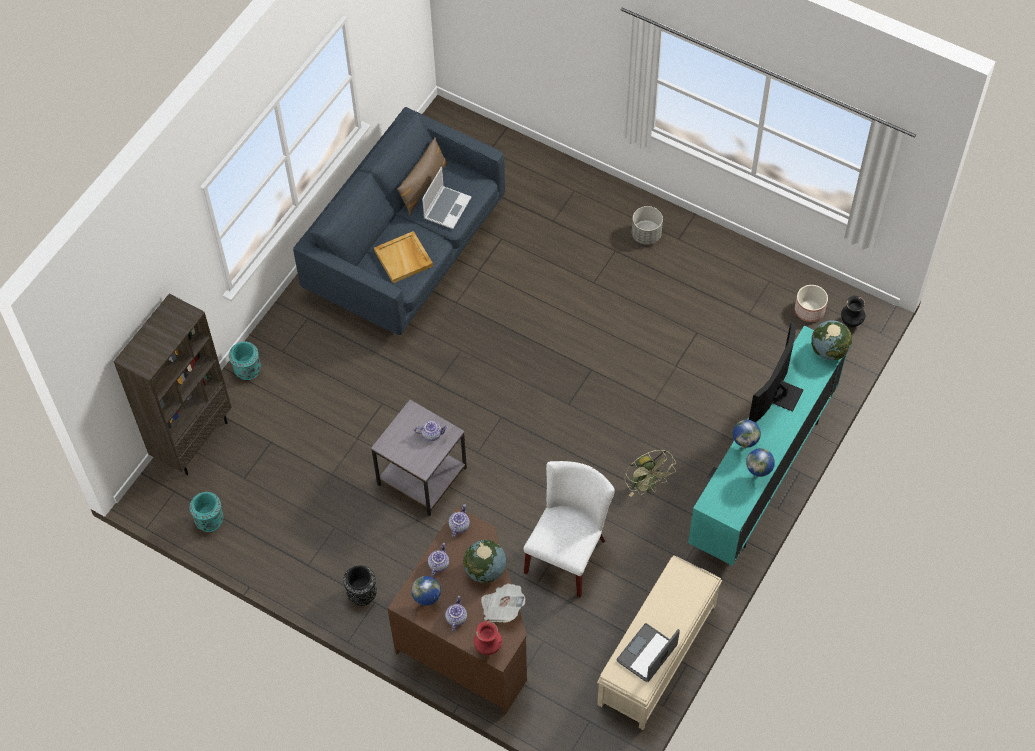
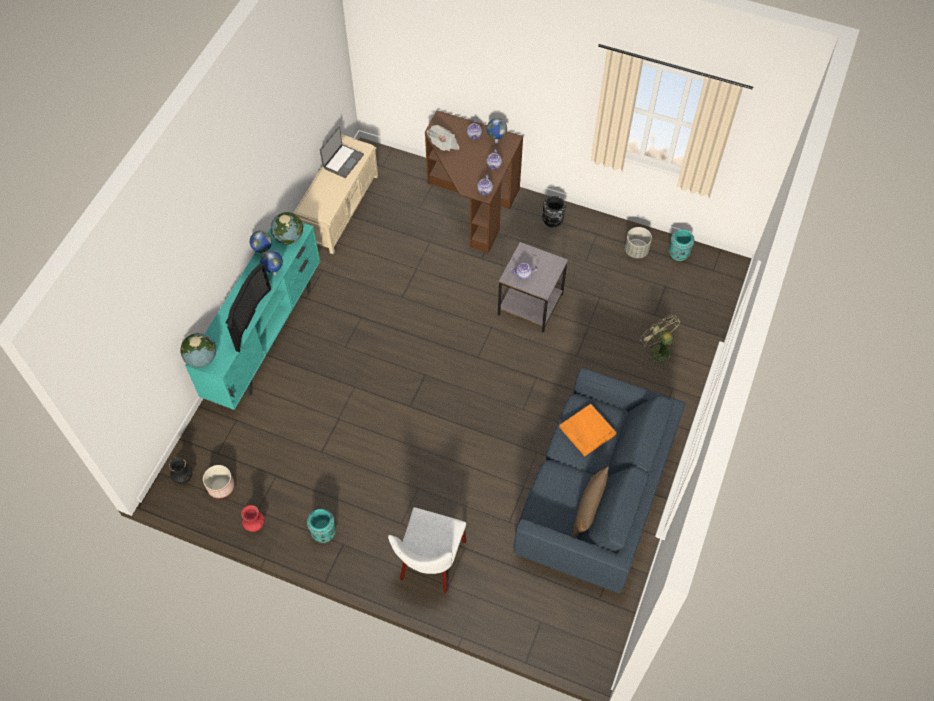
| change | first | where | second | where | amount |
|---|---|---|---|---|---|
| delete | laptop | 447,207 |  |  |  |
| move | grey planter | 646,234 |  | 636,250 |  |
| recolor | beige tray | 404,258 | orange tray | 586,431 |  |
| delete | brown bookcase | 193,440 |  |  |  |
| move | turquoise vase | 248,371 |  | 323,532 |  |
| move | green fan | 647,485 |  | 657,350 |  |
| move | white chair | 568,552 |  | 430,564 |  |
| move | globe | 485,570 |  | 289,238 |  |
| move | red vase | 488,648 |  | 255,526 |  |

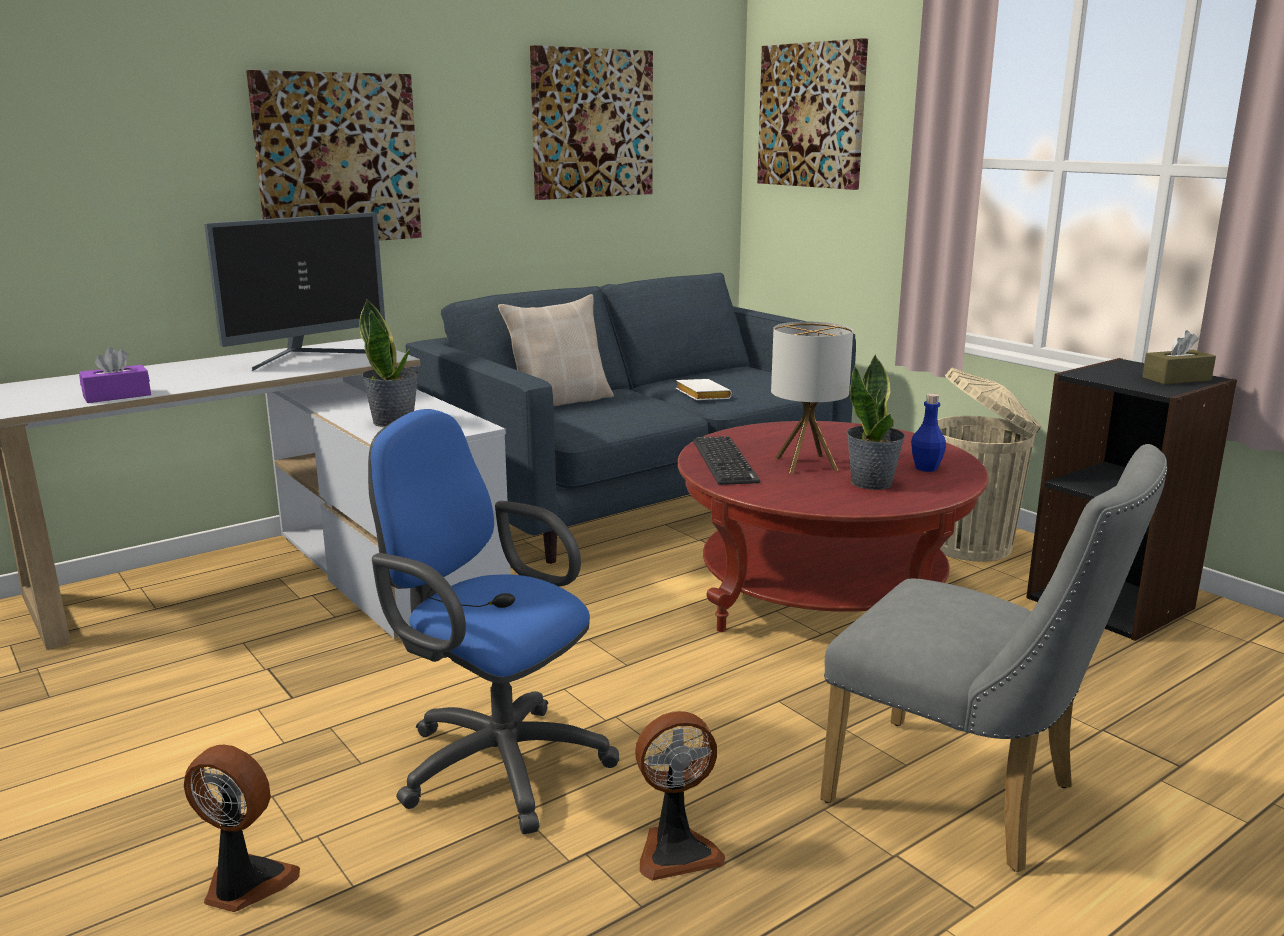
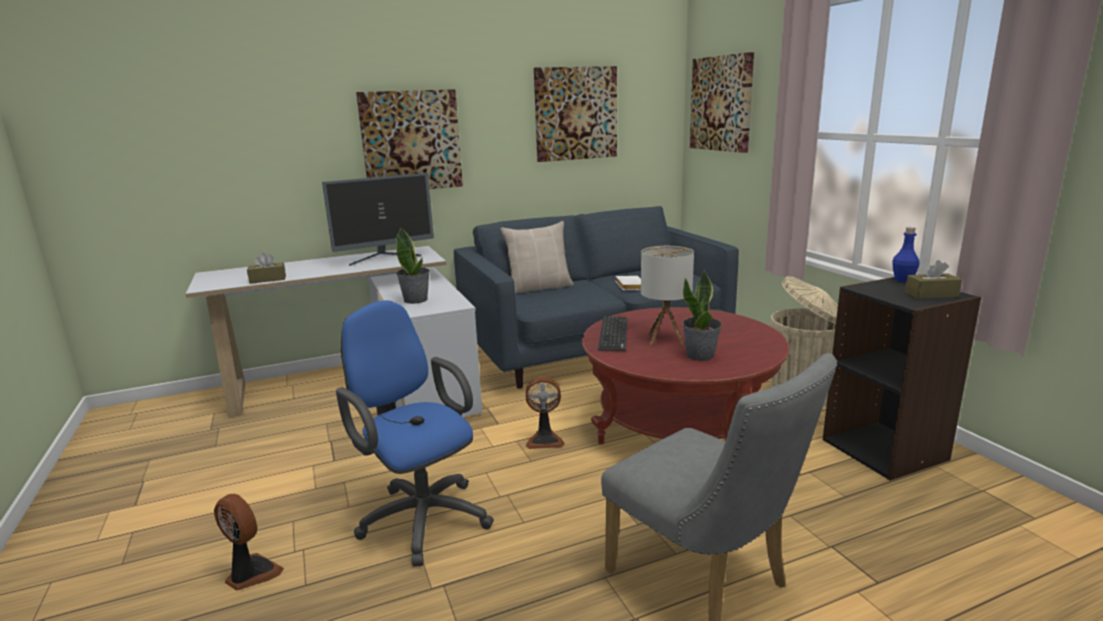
| change | first | where | second | where | amount |
|---|---|---|---|---|---|
| recolor | purple tissue box | 117,396 | brown tissue box | 268,279 |  |
| move | blue bottle | 926,468 |  | 903,280 |  |
| move | fan | 676,850 |  | 545,440 |  |

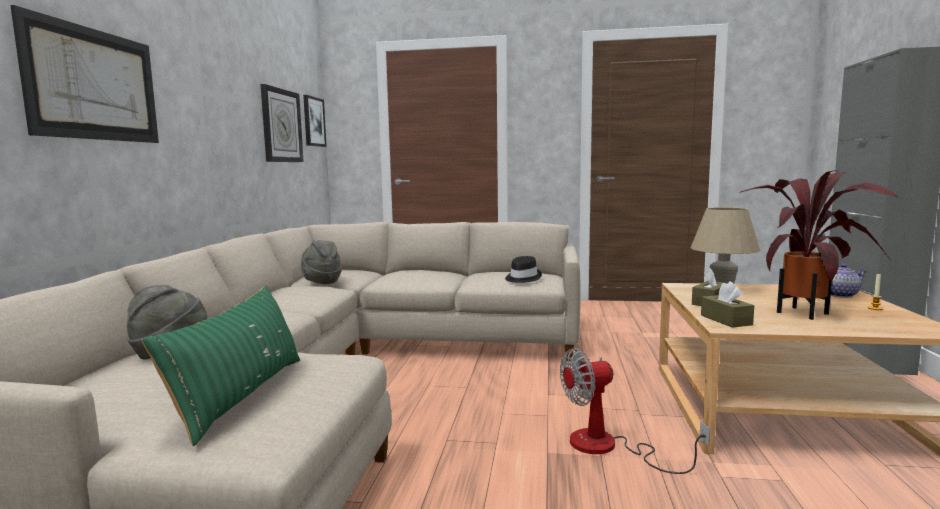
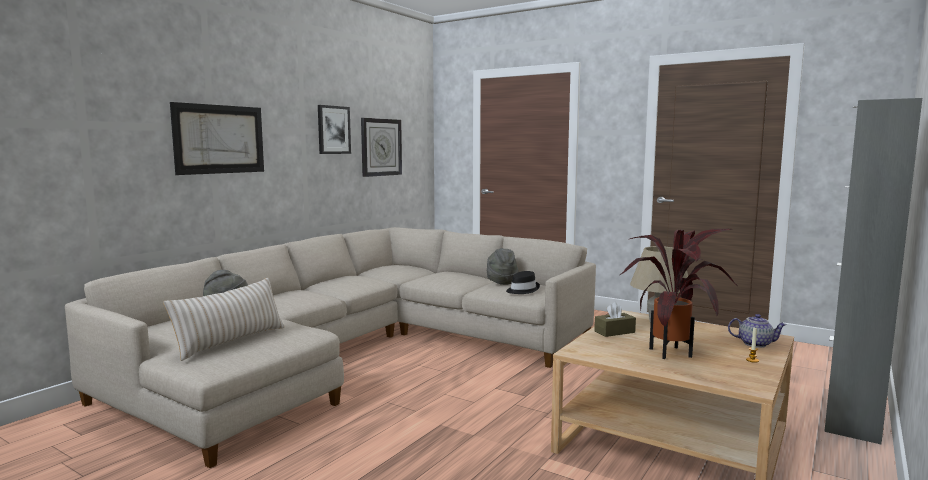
| change | first | where | second | where | amount |
|---|---|---|---|---|---|
| move | picture | 313,121 |  | 333,130 |  |
| move | grey hat | 321,281 |  | 501,282 |  |
| delete | brown tissue box | 726,320 |  |  |  |
| recolor | green pillow | 241,395 | beige pillow | 231,341 |  |
| delete | fan | 609,447 |  |  |  |

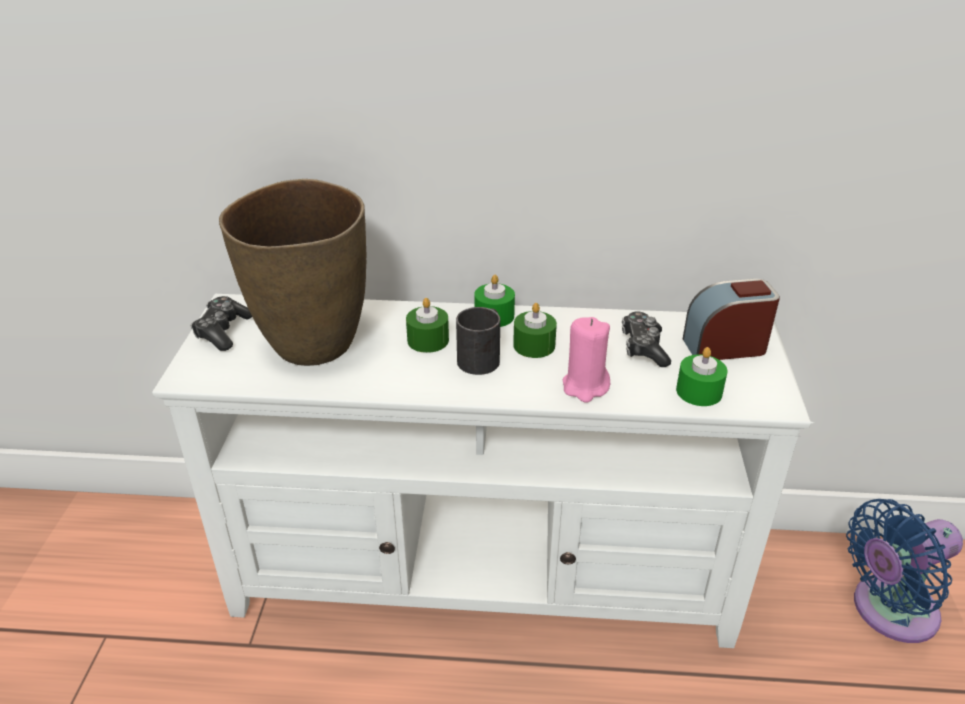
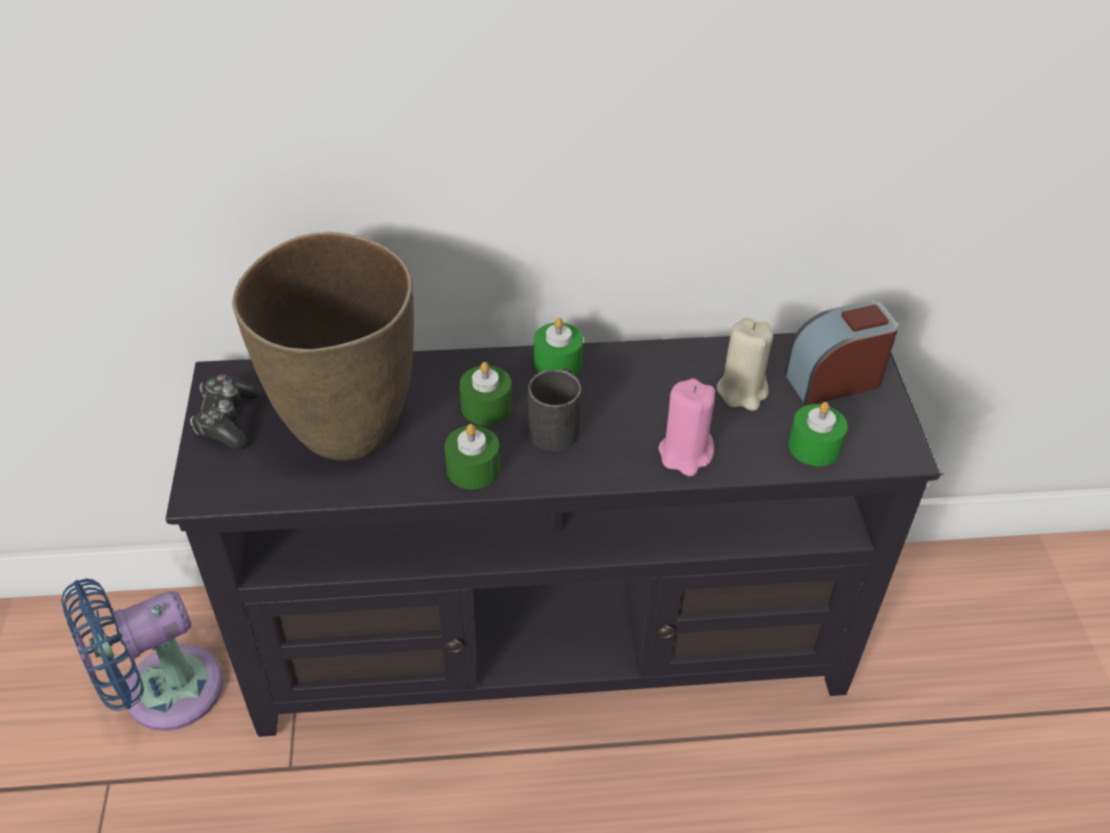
| change | first | where | second | where | amount |
|---|---|---|---|---|---|
| recolor | white tv stand | 483,574 | black tv stand | 550,643 |  |
| move | green candle | 534,345 |  | 473,469 |  |
| replace | game controller | 643,348 | beige candle | 742,391 |  |
| move | blue fan | 887,611 |  | 163,693 |  |

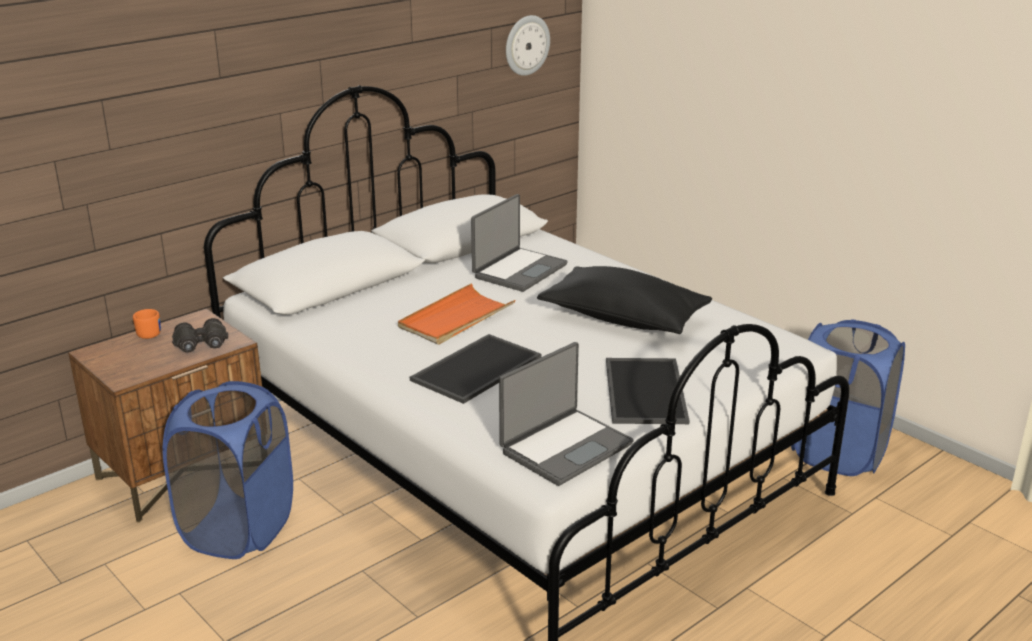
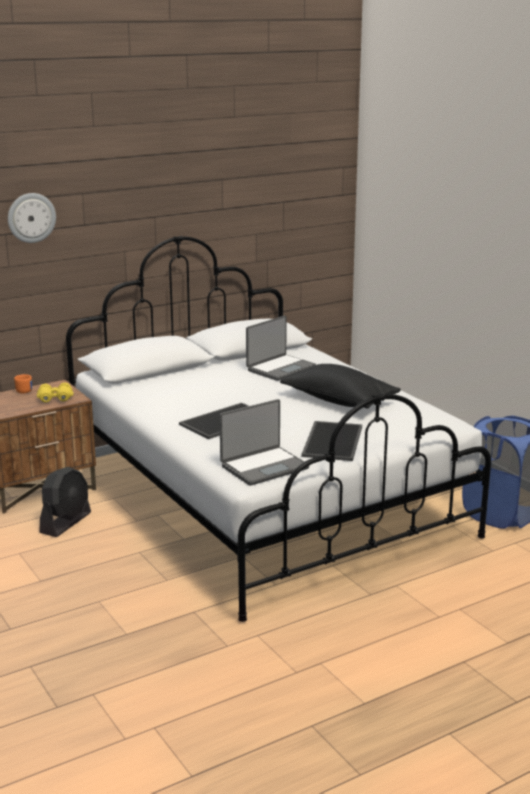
| change | first | where | second | where | amount |
|---|---|---|---|---|---|
| move | wall clock | 526,45 |  | 31,217 |  |
| delete | orange tray | 456,318 |  |  |  |
| recolor | black binoculars | 201,346 | yellow binoculars | 55,399 |  |
| replace | blue laundry basket | 238,529 | black fan | 66,523 |  |

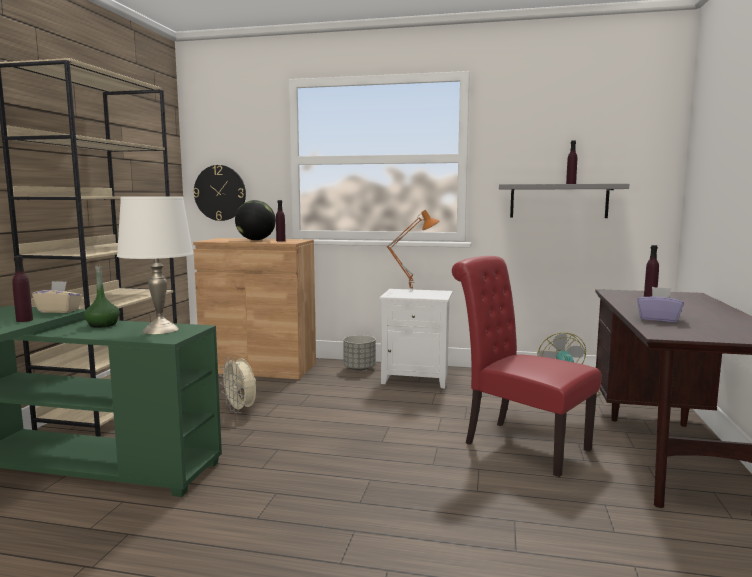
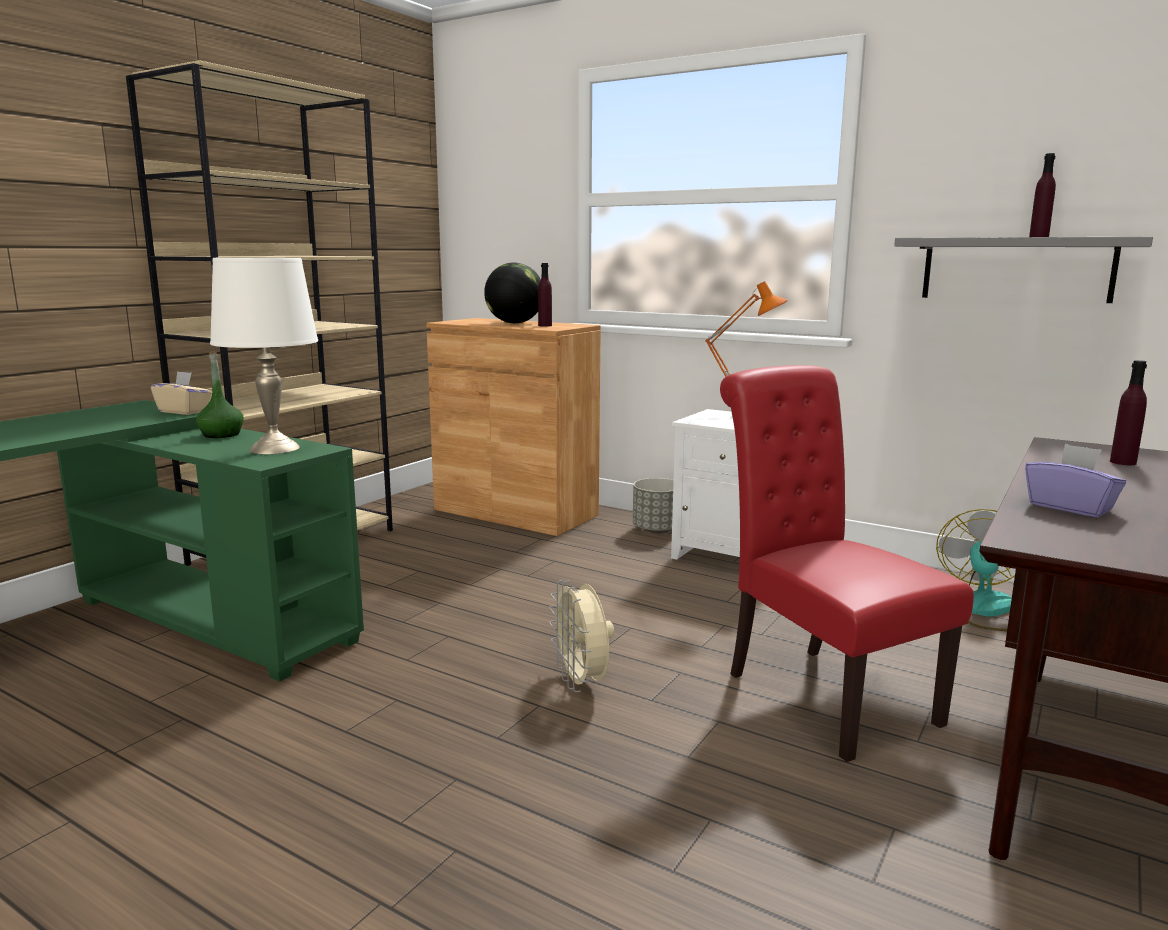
| change | first | where | second | where | amount |
|---|---|---|---|---|---|
| delete | wall clock | 220,193 |  |  |  |
| delete | purple bottle | 24,320 |  |  |  |
| move | beige fan | 240,410 |  | 582,683 |  |

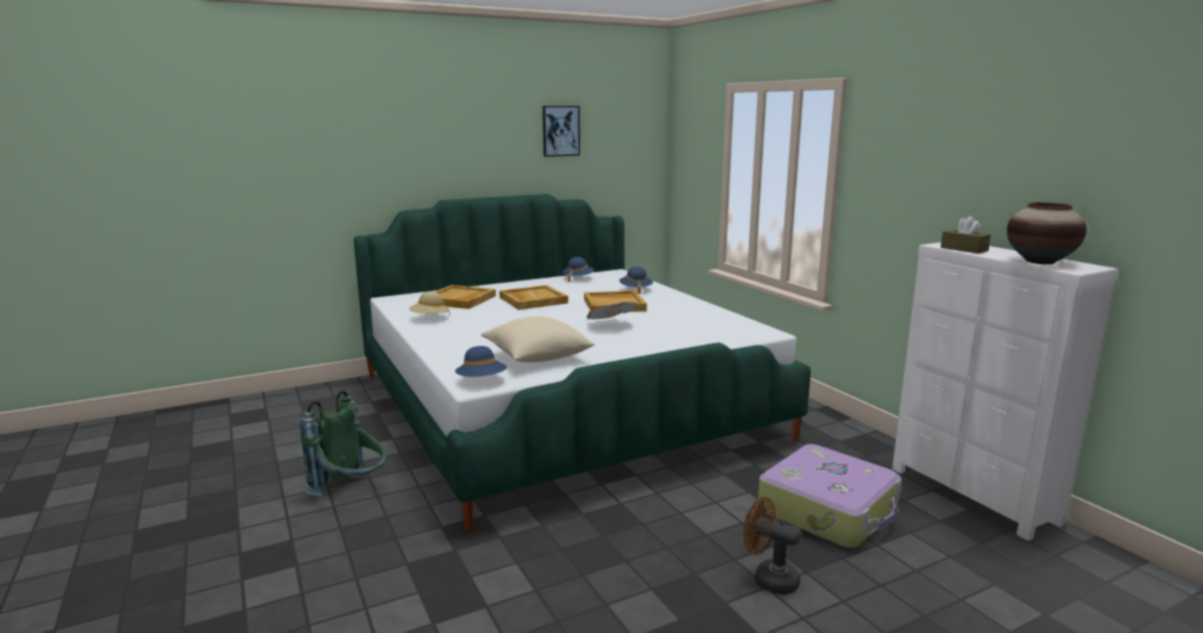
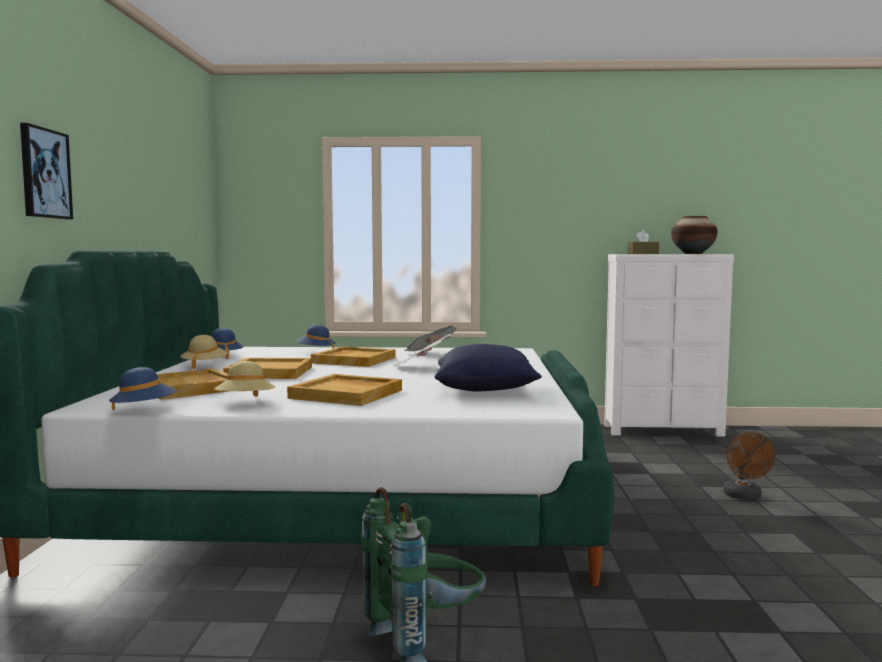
| change | first | where | second | where | amount |
|---|---|---|---|---|---|
| move | picture | 560,131 |  | 44,173 |  |
| recolor | beige pillow | 537,357 | blue pillow | 485,390 |  |
| move | blue hat | 481,381 |  | 144,411 |  |
| delete | suitcase | 829,510 |  |  |  |
| rotate | brown fan | 769,578 |  | 744,497 | 60 degrees counterclockwise |
| insert |  |  | newspaper | 430,353 |  |
| insert |  |  | beige hat | 204,366 |  |
| insert |  |  | beige tray | 347,394 |  |

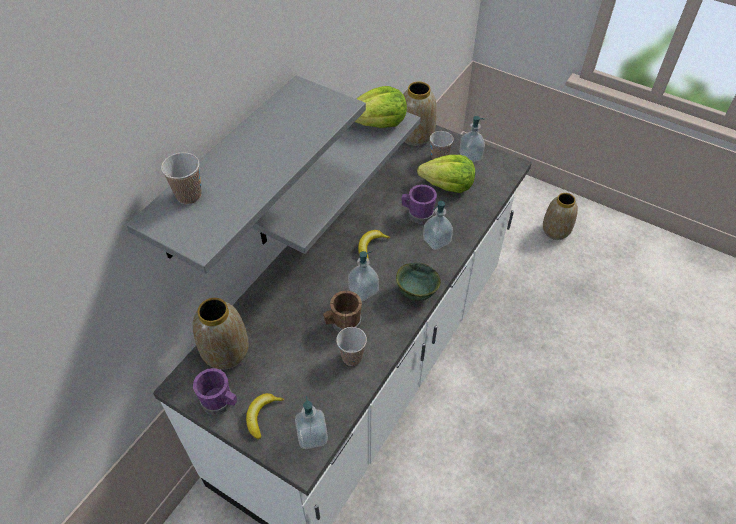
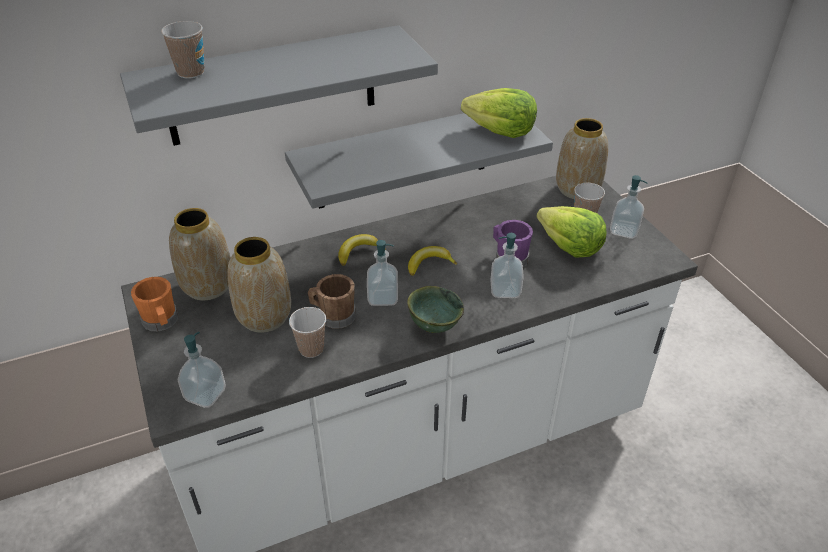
| change | first | where | second | where | amount |
|---|---|---|---|---|---|
| move | vase | 555,231 |  | 264,316 |  |
| recolor | purple mug | 220,402 | orange mug | 161,322 |  |
| move | banana | 262,415 |  | 358,252 |  |

